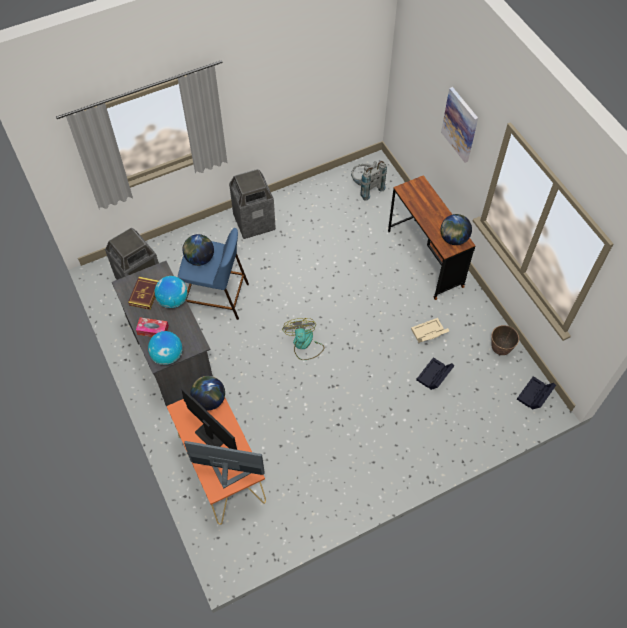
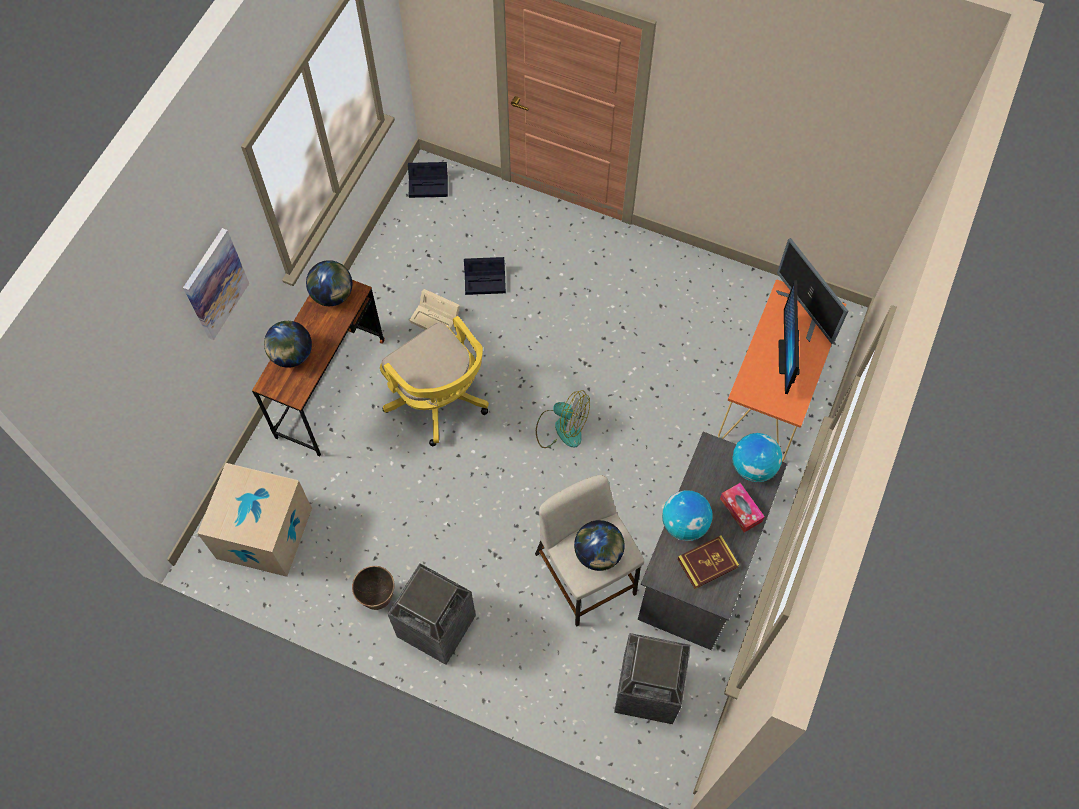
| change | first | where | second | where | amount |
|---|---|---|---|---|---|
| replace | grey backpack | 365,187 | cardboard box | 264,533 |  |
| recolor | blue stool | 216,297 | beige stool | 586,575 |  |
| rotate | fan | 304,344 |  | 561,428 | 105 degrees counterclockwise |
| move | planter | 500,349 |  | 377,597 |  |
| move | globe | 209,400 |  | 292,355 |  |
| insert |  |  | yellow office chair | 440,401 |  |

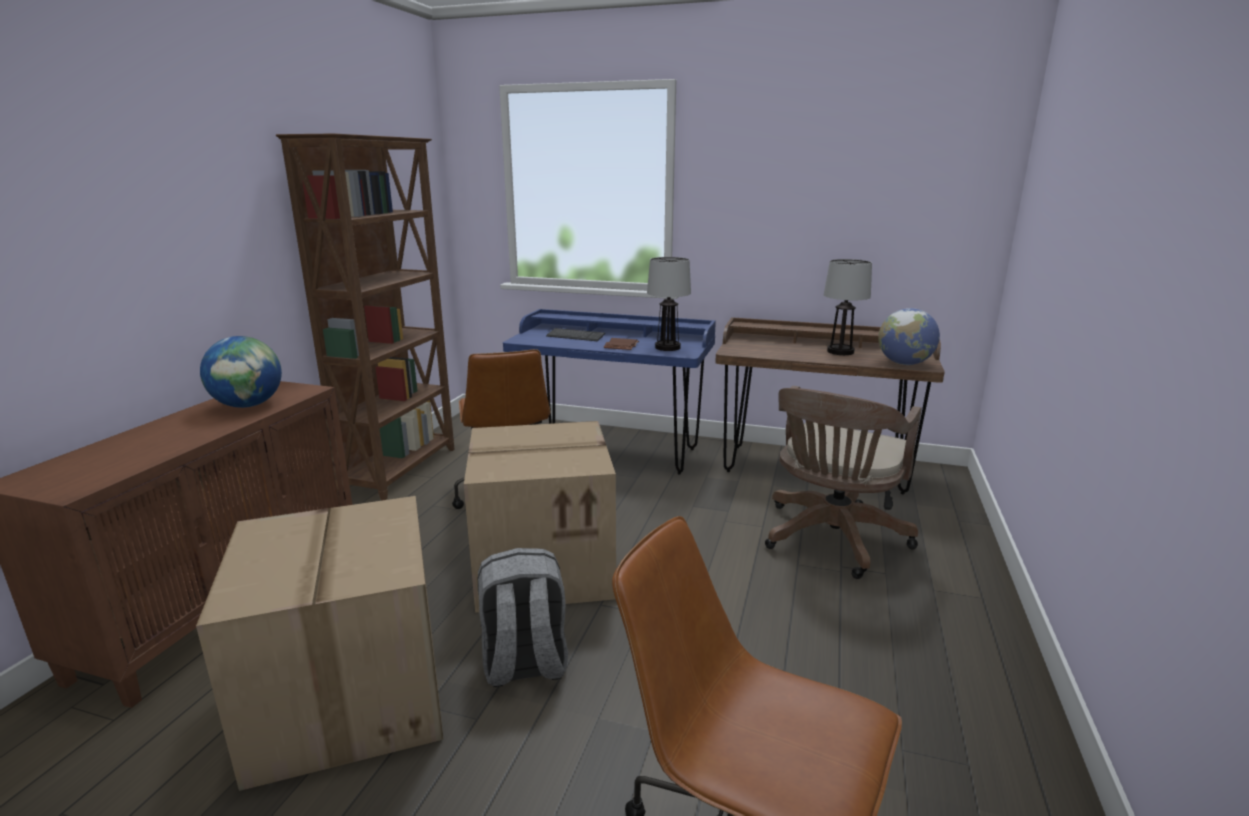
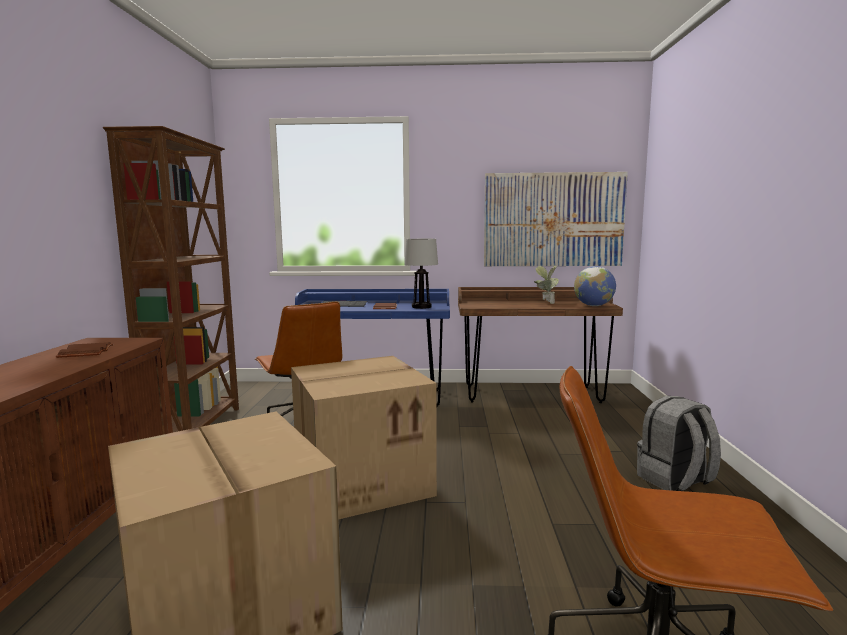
| change | first | where | second | where | amount |
|---|---|---|---|---|---|
| replace | table lamp | 840,352 | potted plant | 545,303 |  |
| replace | globe | 248,405 | brown book | 87,352 |  |
| delete | brown office chair | 831,540 |  |  |  |
| move | grey backpack | 524,665 |  | 675,480 |  |
| insert |  |  | picture | 553,220 |  |

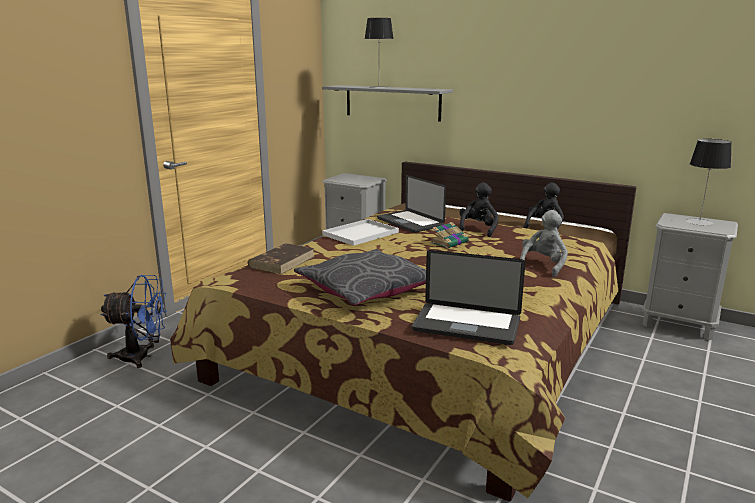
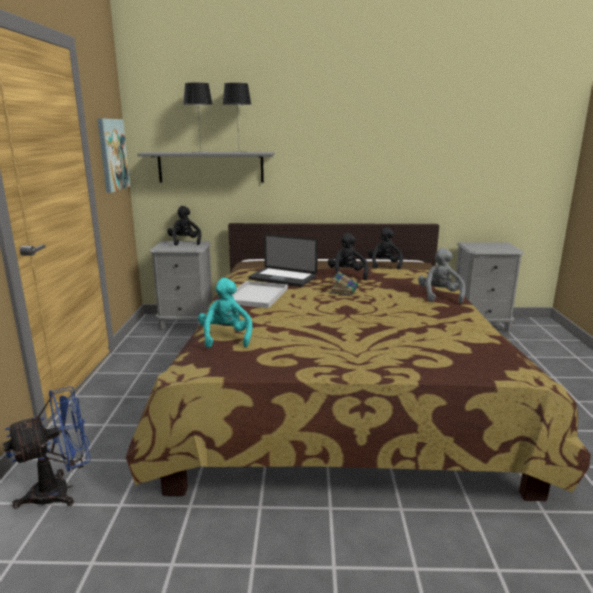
| change | first | where | second | where | amount |
|---|---|---|---|---|---|
| move | table lamp | 699,222 |  | 238,152 |  |
| replace | brown book | 282,261 | turquoise plush toy | 226,337 |  |
| delete | grey pillow | 366,289 |  |  |  |
| delete | laptop | 466,325 |  |  |  |
| insert |  |  | picture | 112,155 |  |
| insert |  |  | black plush toy | 185,242 |  |

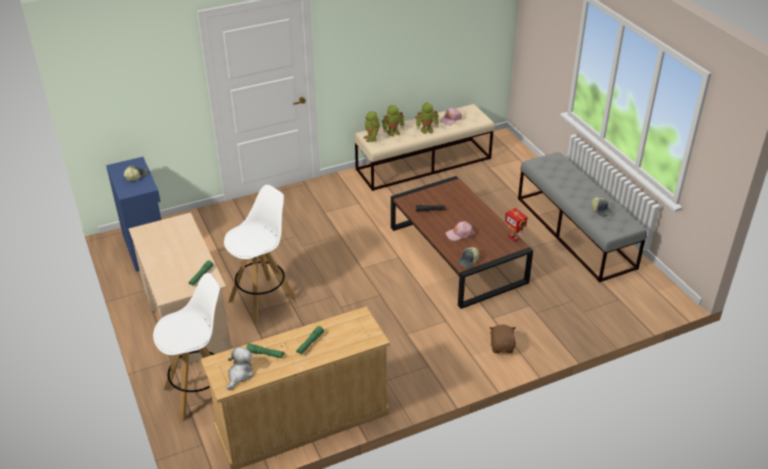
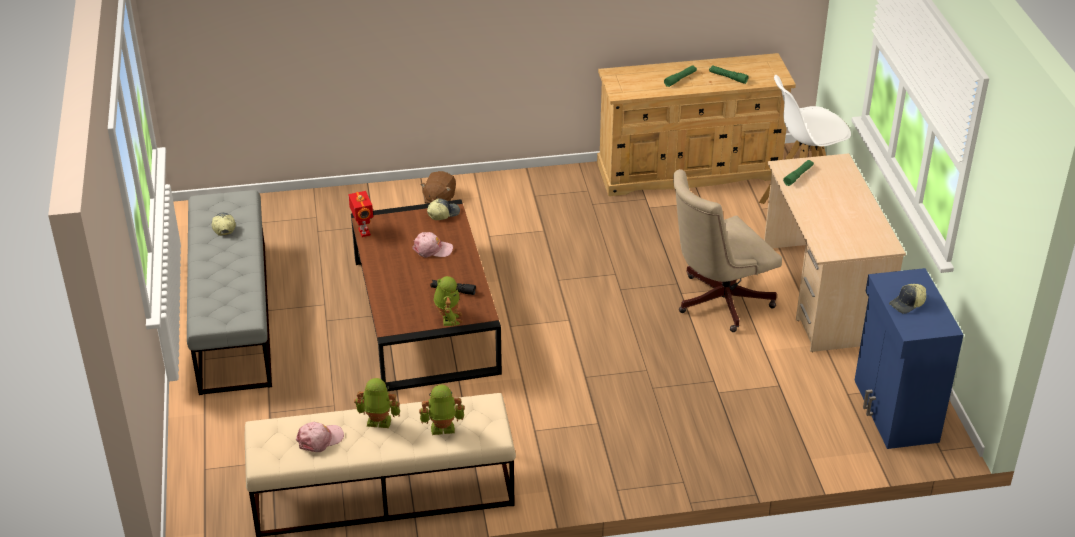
| change | first | where | second | where | amount |
|---|---|---|---|---|---|
| move | toy robot | 372,138 |  | 448,318 |  |
| replace | white stool | 263,299 | beige office chair | 717,302 |  |
| delete | plush toy | 239,374 |  |  |  |

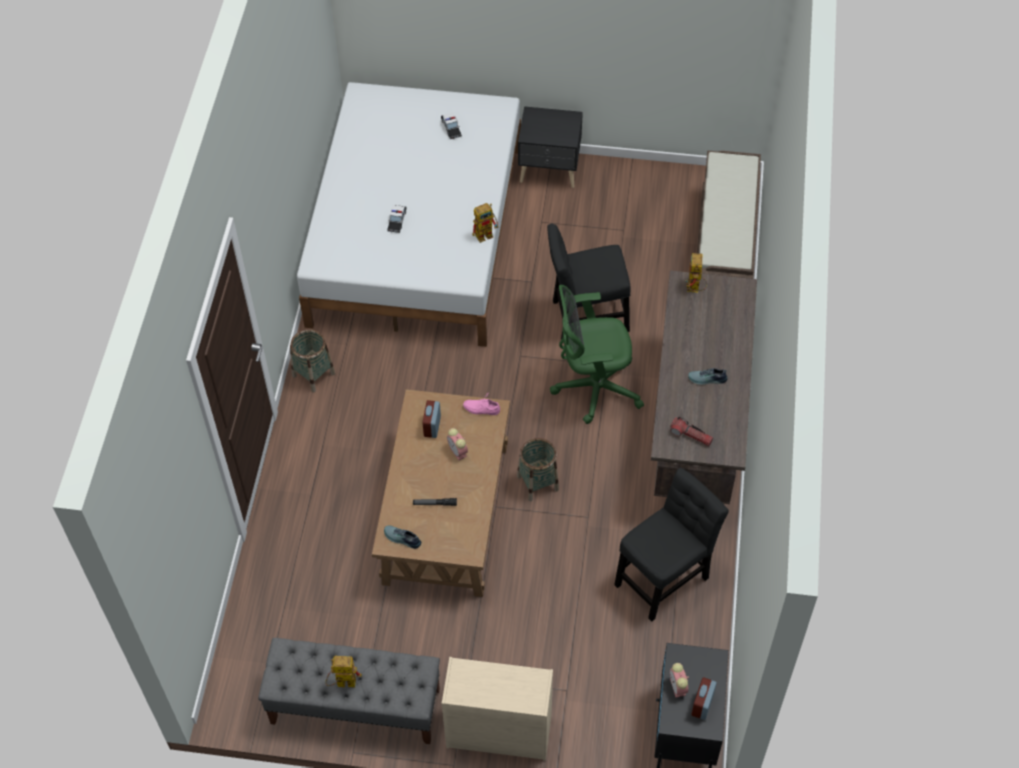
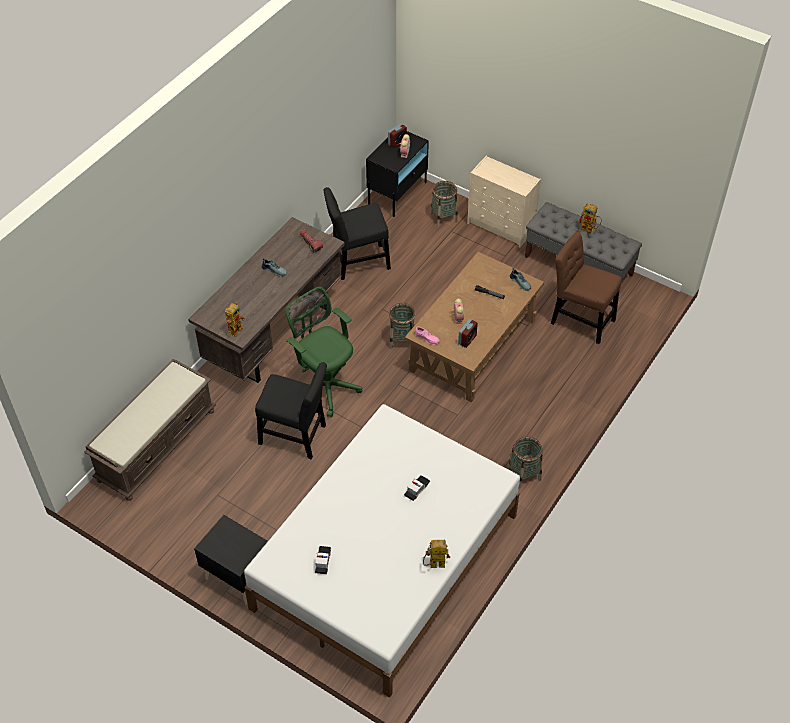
| change | first | where | second | where | amount |
|---|---|---|---|---|---|
| move | toy robot | 486,233 |  | 433,565 |  |
| rotate | green office chair | 592,388 |  | 325,384 | 150 degrees counterclockwise |
| insert |  |  | basket | 443,217 |  |
| insert |  |  | brown chair | 580,319 |  |

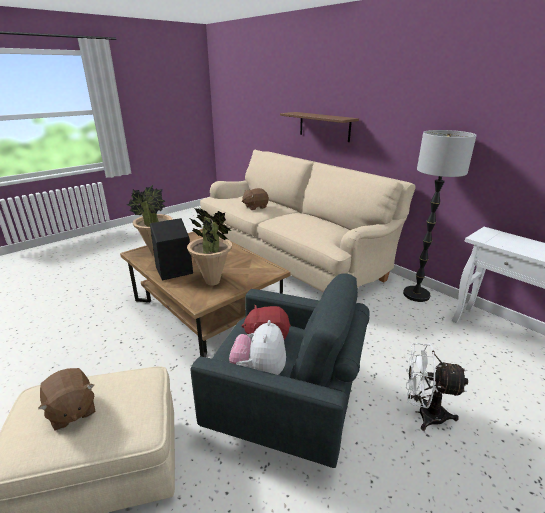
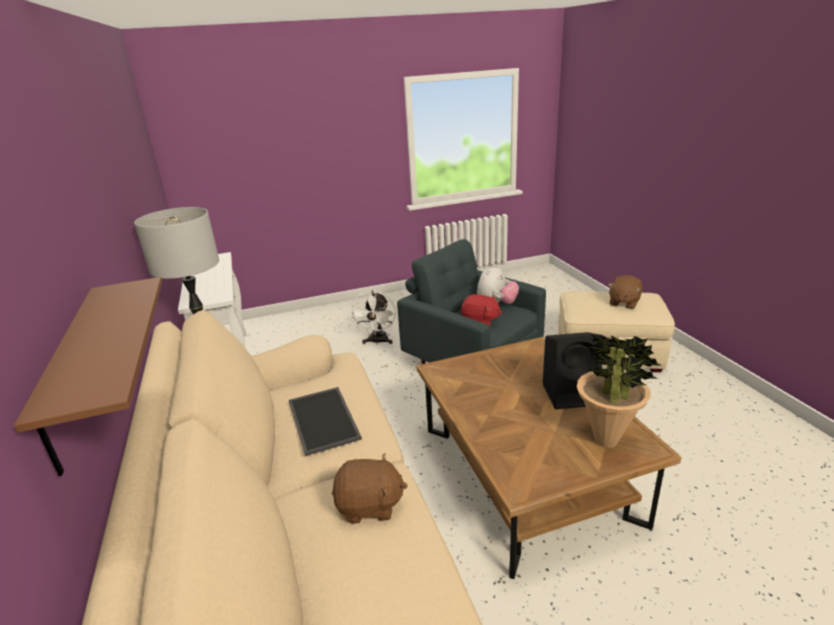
| change | first | where | second | where | amount |
|---|---|---|---|---|---|
| delete | potted plant | 213,282 |  |  |  |
| rotate | white fan | 423,413 |  | 377,342 | 60 degrees clockwise |
| rotate | brown plush toy | 71,411 |  | 623,302 | 135 degrees counterclockwise |
| insert |  |  | tray | 325,420 |  |

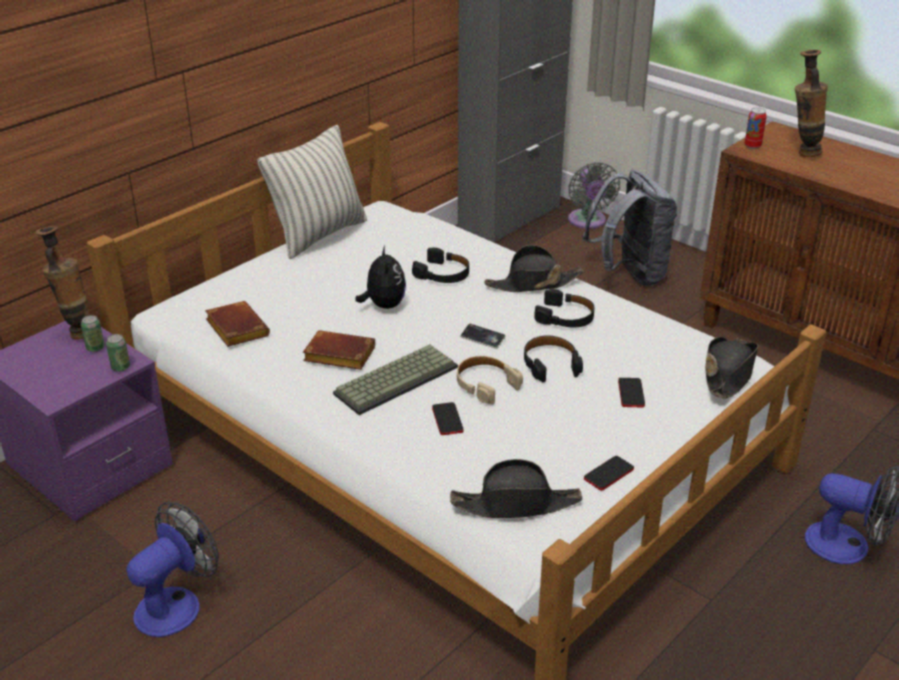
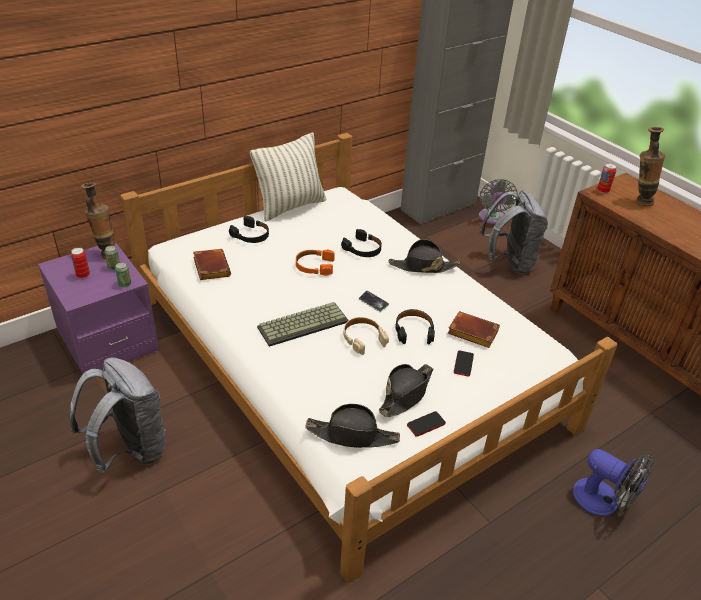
| change | first | where | second | where | amount |
|---|---|---|---|---|---|
| replace | plush toy | 383,305 | orange headphones | 314,266 |  |
| move | black headphones | 565,317 |  | 251,235 |  |
| move | brown book | 337,356 |  | 471,333 |  |
| move | black hat | 728,374 |  | 406,394 |  |
| delete | phone | 447,419 |  |  |  |
| replace | fan | 176,604 | grey backpack | 130,450 |  |
| insert |  |  | can | 83,275 |  |

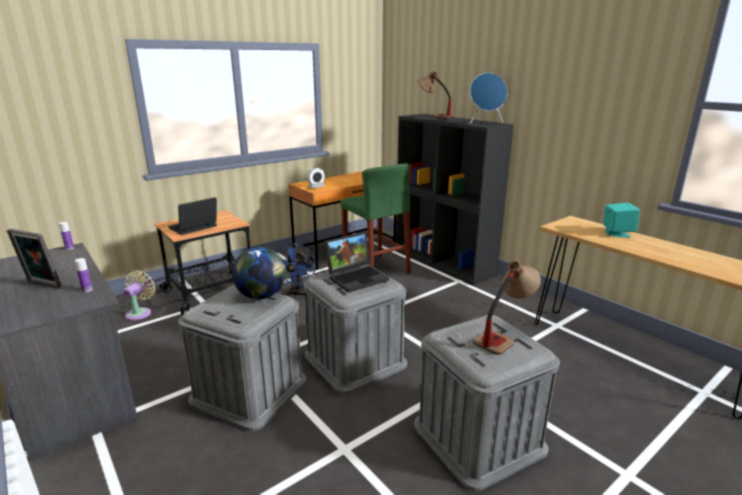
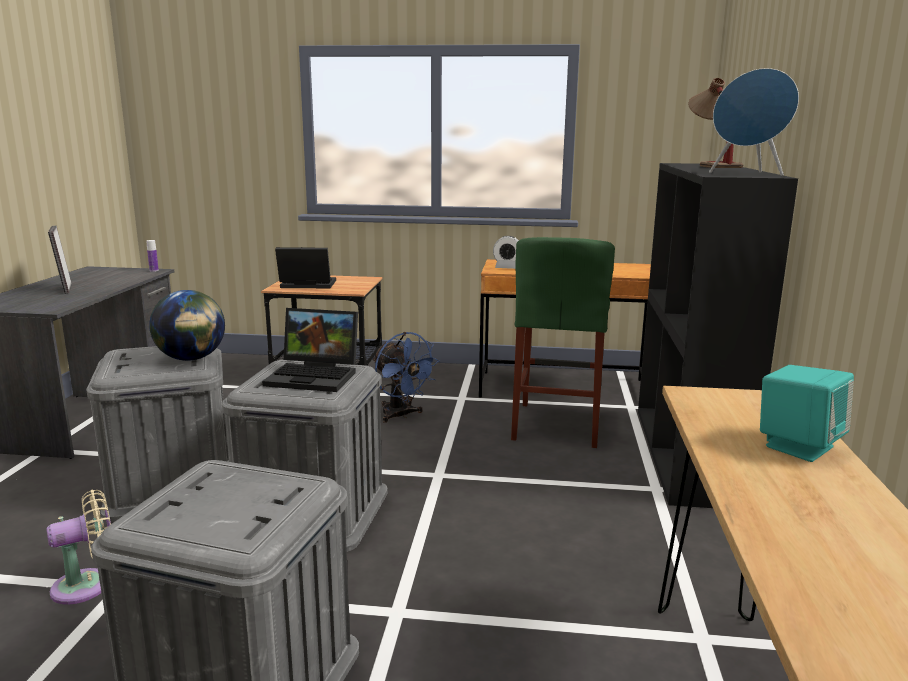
| change | first | where | second | where | amount |
|---|---|---|---|---|---|
| rotate | blue fan | 297,295 |  | 401,415 | 90 degrees counterclockwise |
| delete | bottle | 87,290 |  |  |  |
| delete | table lamp | 503,336 |  |  |  |
| move | beige fan | 140,313 |  | 87,585 |  |

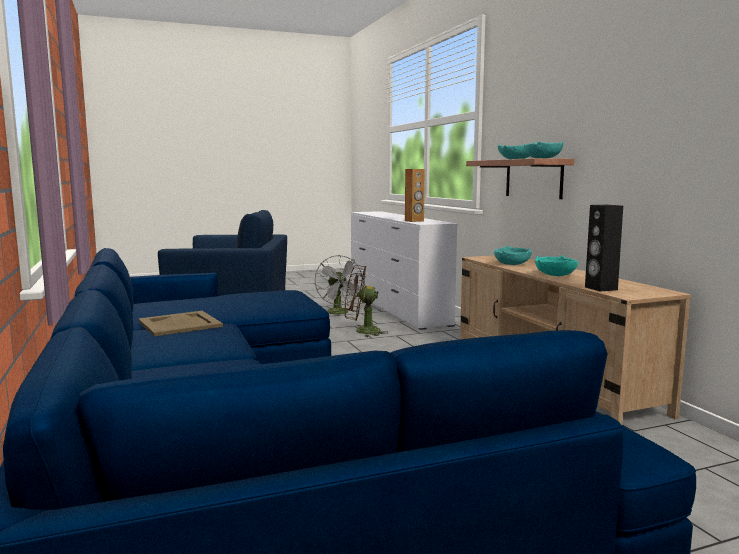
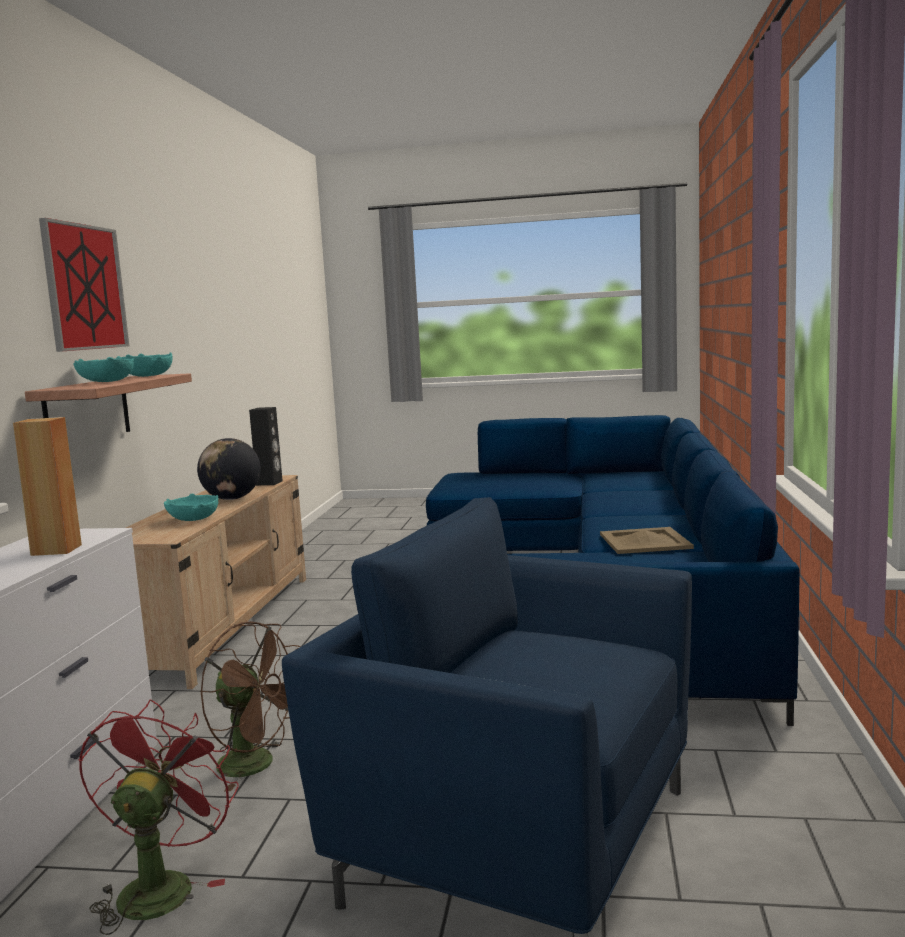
| change | first | where | second | where | amount |
|---|---|---|---|---|---|
| recolor | grey fan | 340,313 | red fan | 160,885 |  |
| replace | turquoise bowl | 555,275 | globe | 232,499 |  |
| insert |  |  | picture | 84,287 |  |

